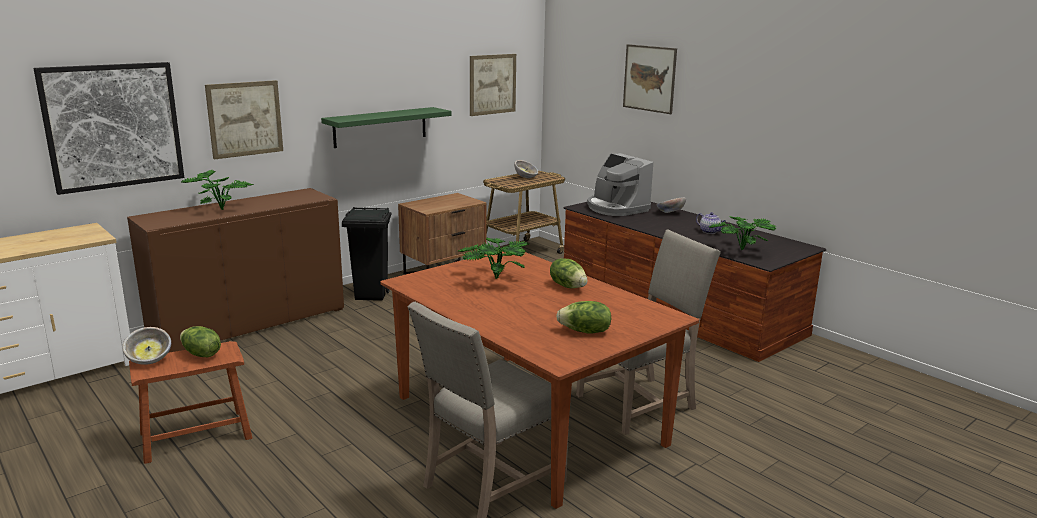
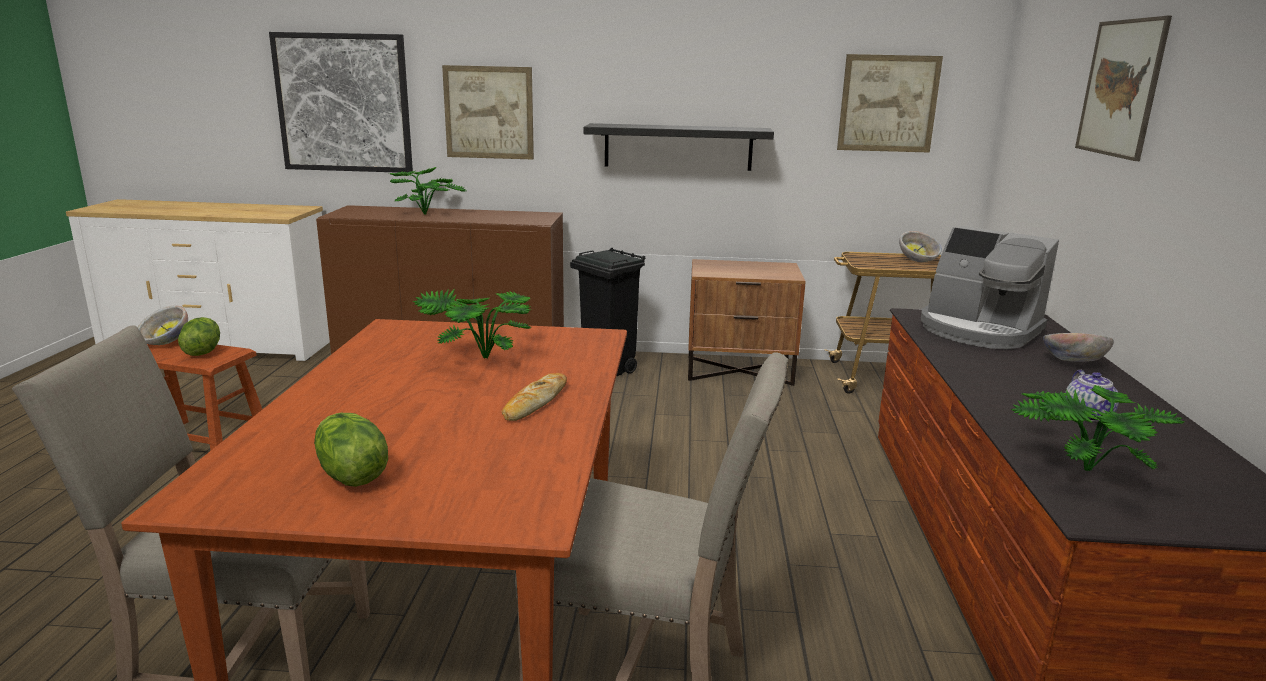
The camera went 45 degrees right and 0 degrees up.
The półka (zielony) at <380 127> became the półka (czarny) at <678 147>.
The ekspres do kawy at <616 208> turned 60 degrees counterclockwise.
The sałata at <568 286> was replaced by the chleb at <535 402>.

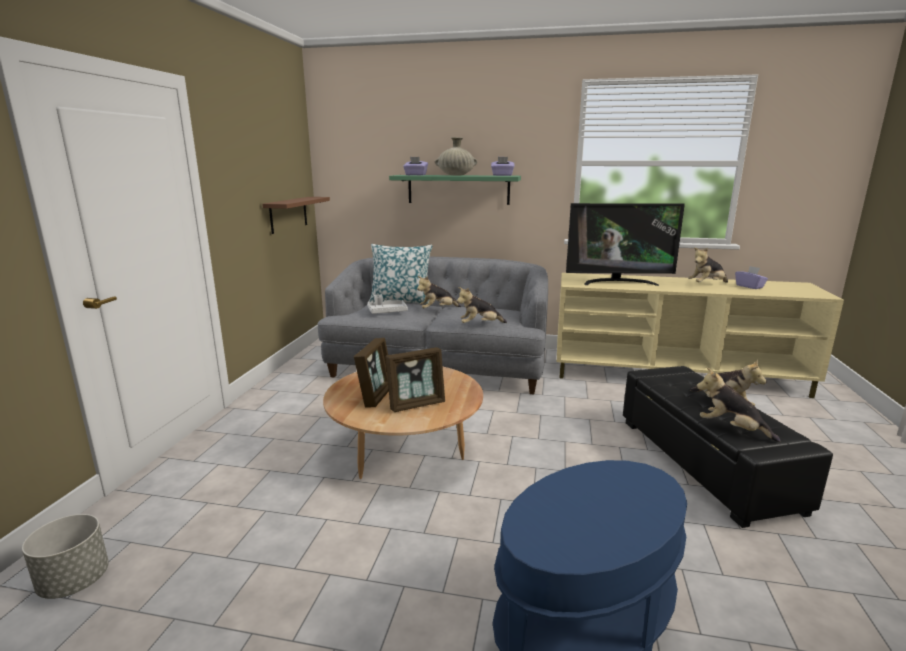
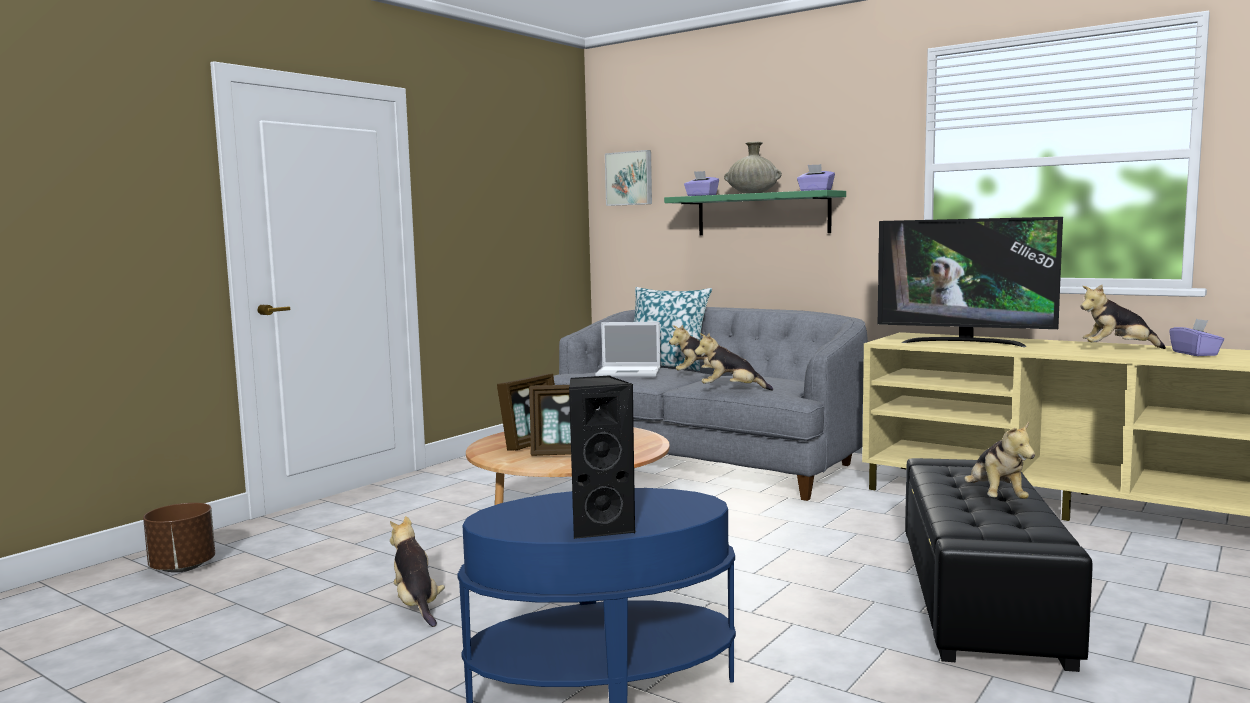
The camera went 25 degrees right and 10 degrees down.
The półka (brązowy) at <288 214> disappeared.
The taca (szary) at <387 312> was replaced by the laptop at <630 372>.
The pluszak moved from <731 429> to <416 605>.
The donica (szary) at <74 582> became the donica (brązowy) at <182 567>.
The obraz at <630 178> appeared.
The głośnik (czarny) at <600 527> appeared.

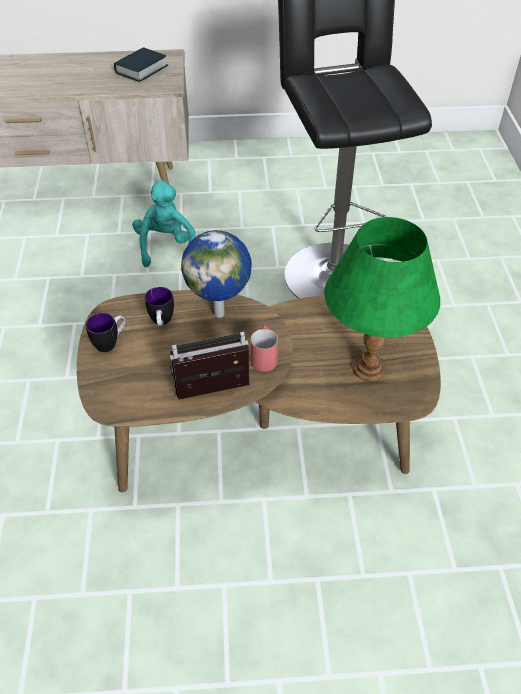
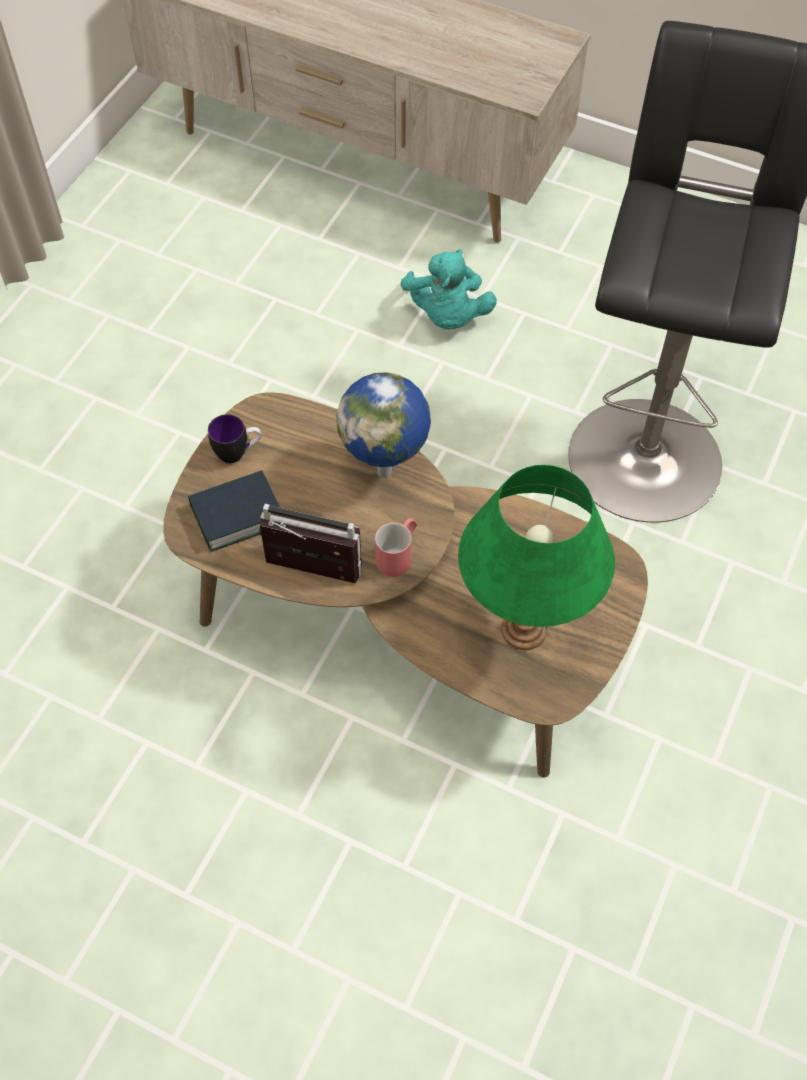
The camera went 30 degrees right and 10 degrees up.
The książka moved from <141 69> to <237 515>.
The pluszak (turkusowy) at <166 247> turned 150 degrees clockwise.
The kubek at <161 323> disappeared.

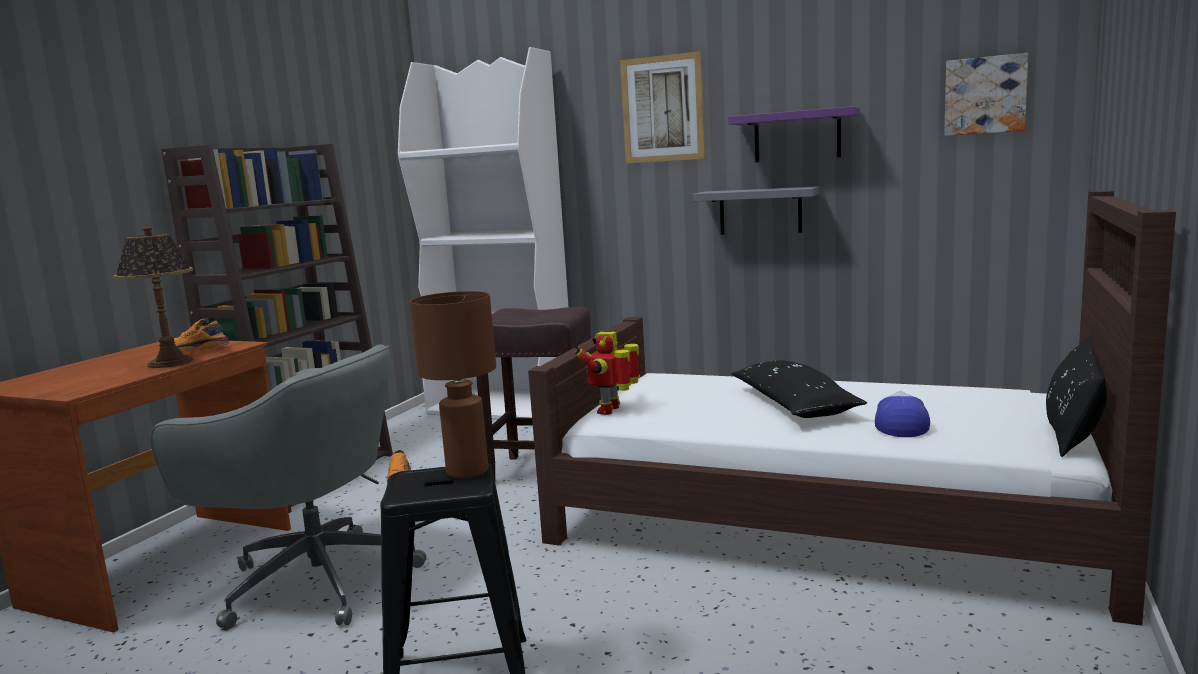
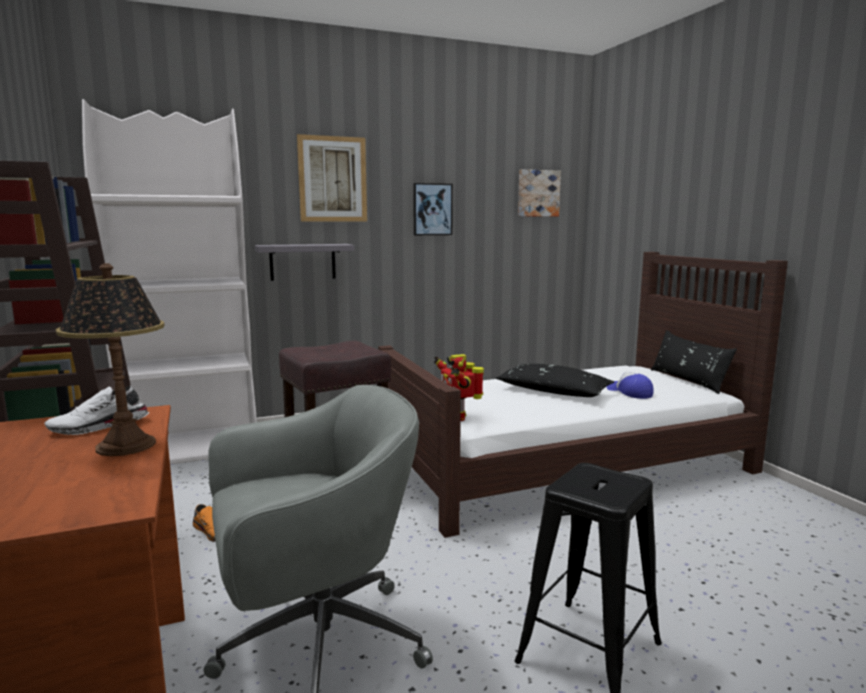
The camera went 45 degrees left and 0 degrees up.
The półka (fioletowy) at <797 136> was replaced by the obraz at <432 209>.
The półka (szary) moved from <760 211> to <302 262>.
The lampa stołowa (brązowy) at <466 472> disappeared.
The but (pomarańczowy) at <196 350> became the but (biały) at <99 427>.

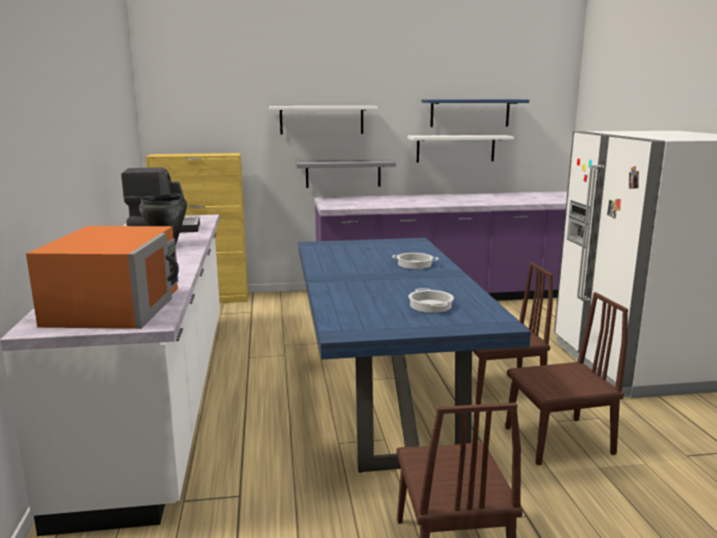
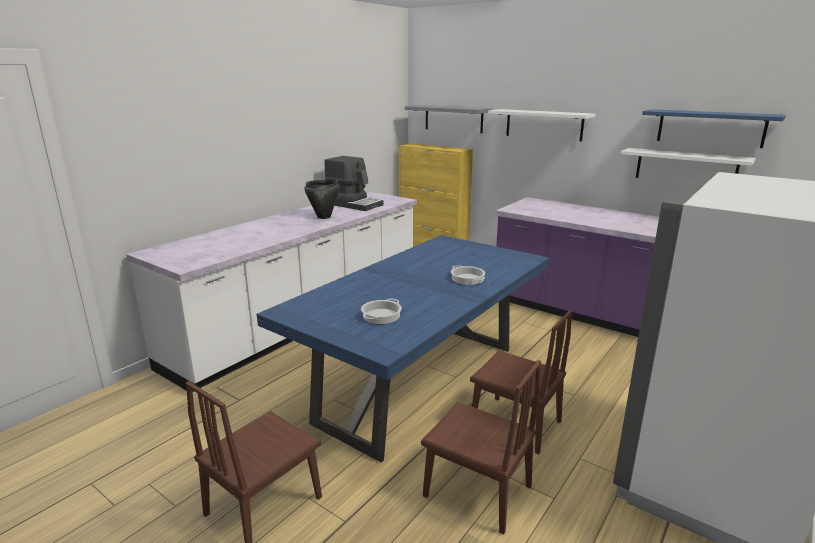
The camera went 45 degrees right and 5 degrees up.
The półka (szary) moved from <343 173> to <453 118>.
The mikrofalówka (pomarańczowy) at <116 306> disappeared.

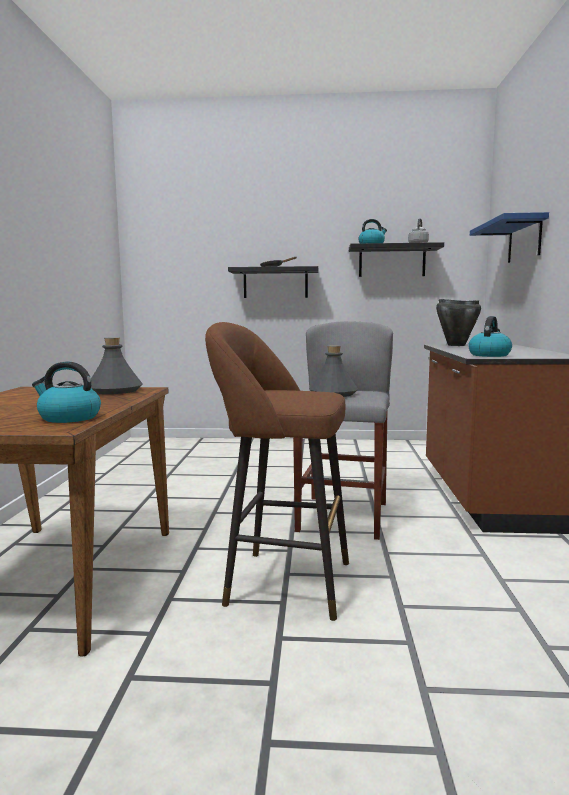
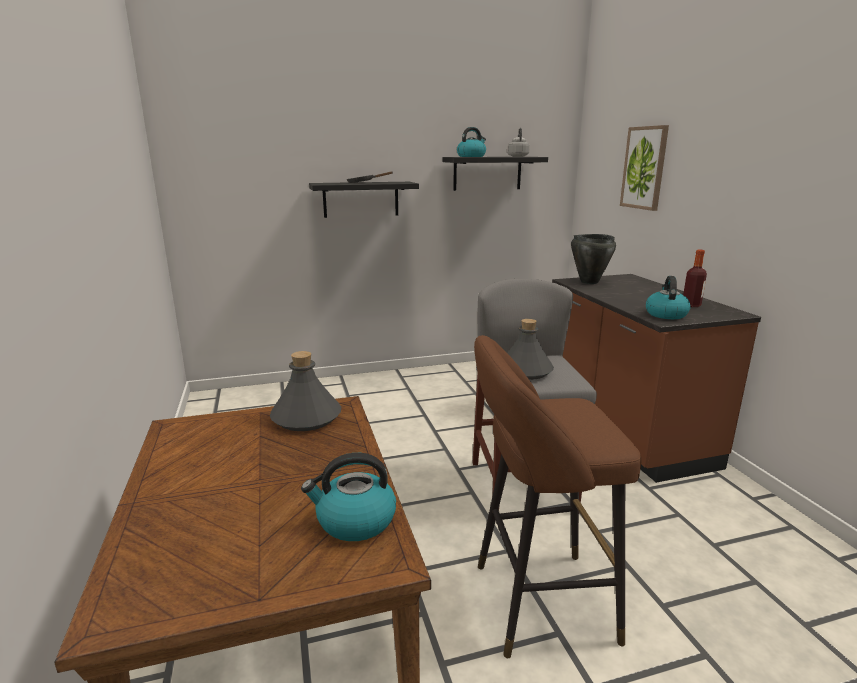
The camera went 20 degrees left and 10 degrees up.
The półka (niebieski) at <524 240> was replaced by the obraz at <644 168>.
The butelka at <691 305> appeared.

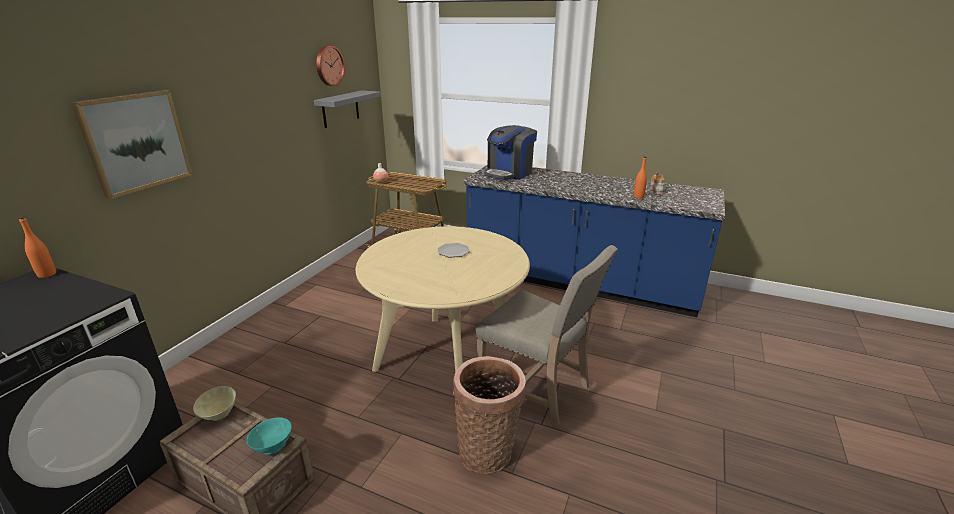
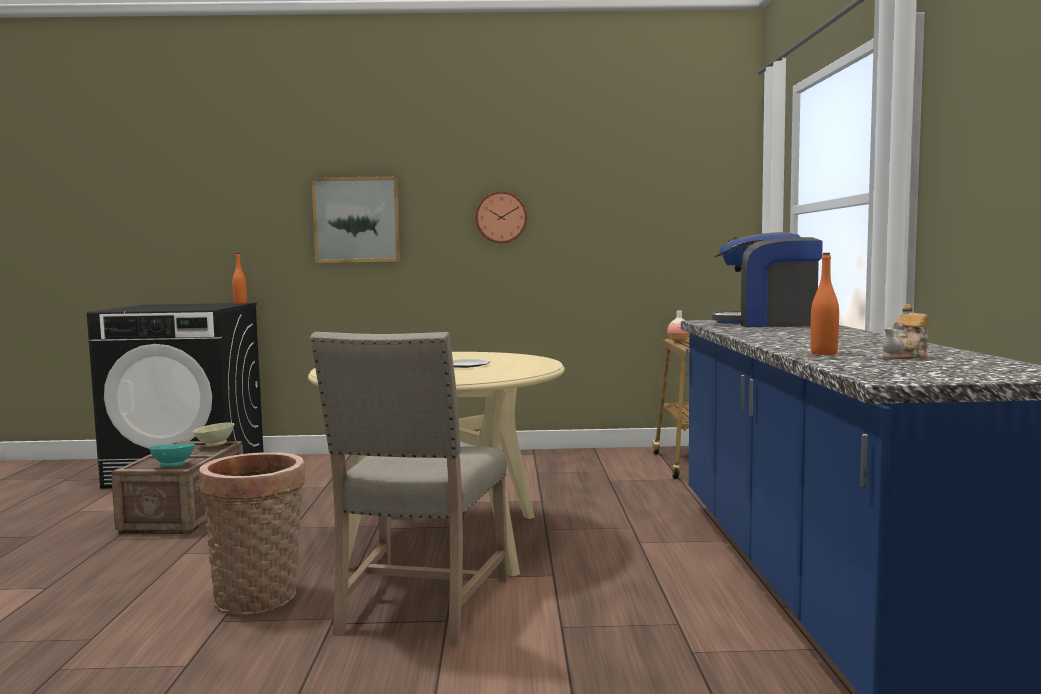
The camera went 65 degrees right and 20 degrees down.
The zegar ścienny moved from <329 66> to <501 217>.
The półka (szary) at <340 109> disappeared.

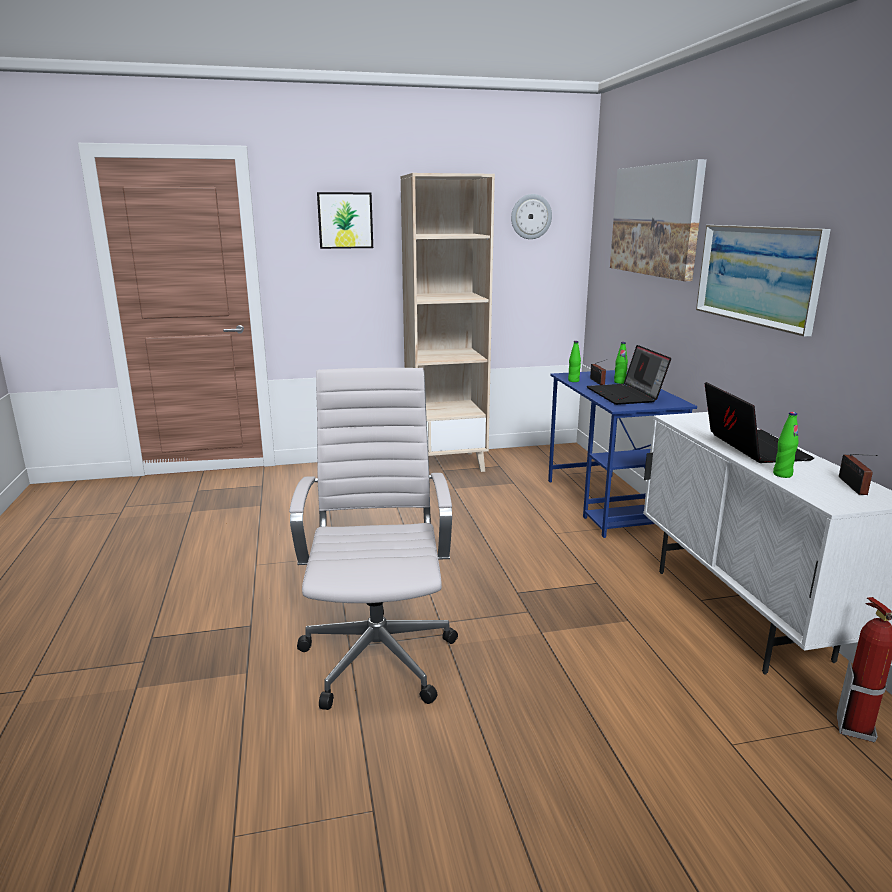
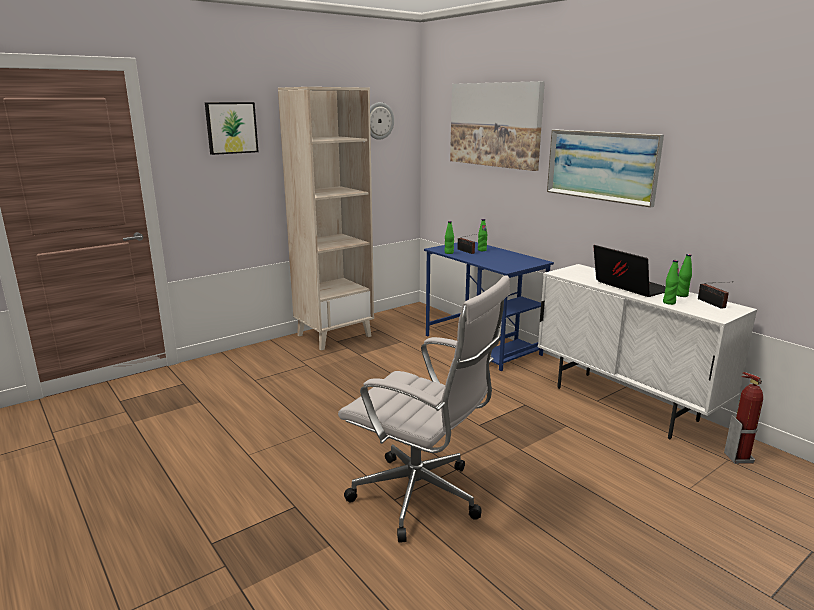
The camera went 25 degrees left and 0 degrees up.
The laptop at <626 395> disappeared.
The krzesło biurowe (biały) at <378 654> turned 150 degrees clockwise.
The butelka (zielony) at <682 295> appeared.

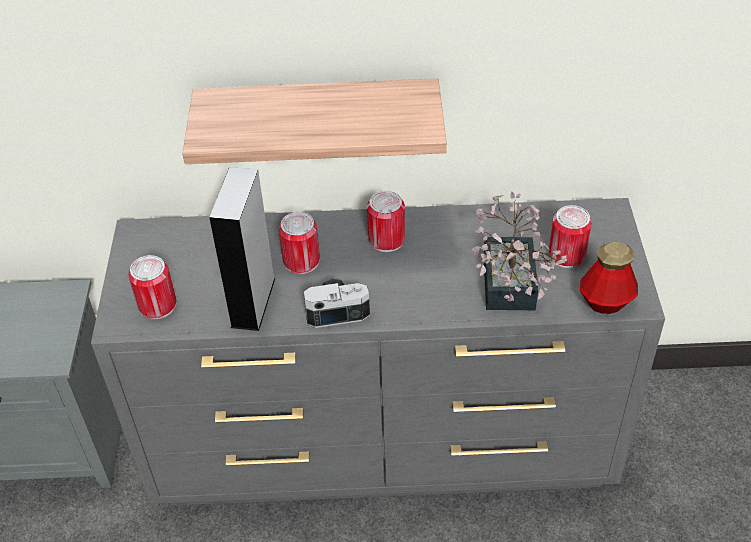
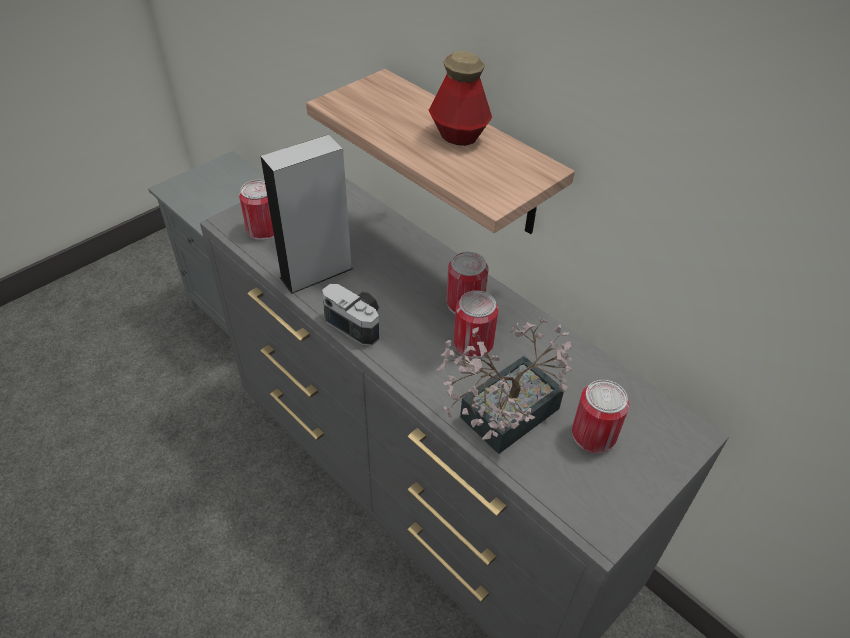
The camera went 45 degrees right and 0 degrees up.
The puszka moved from <301 261> to <473 343>.
The butelka moved from <605 302> to <458 135>.

